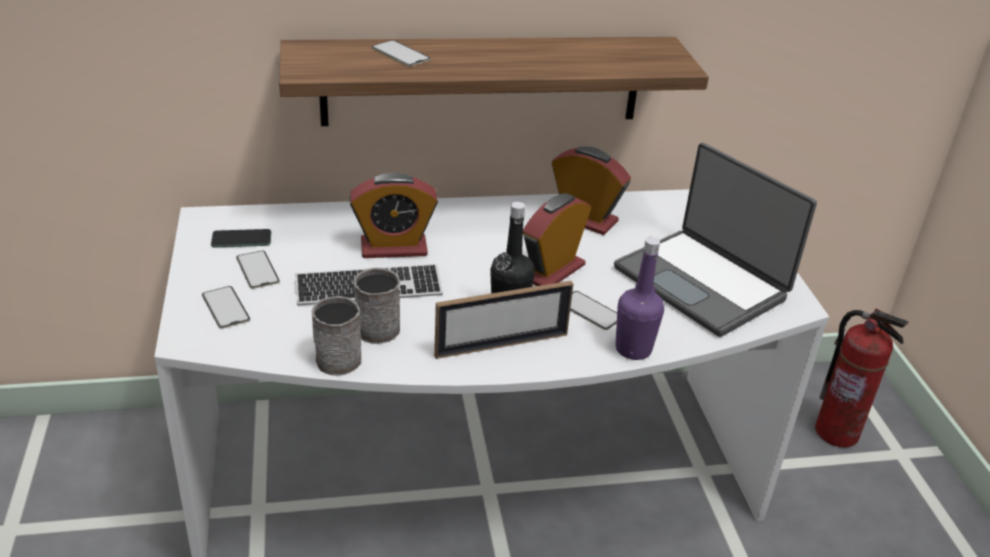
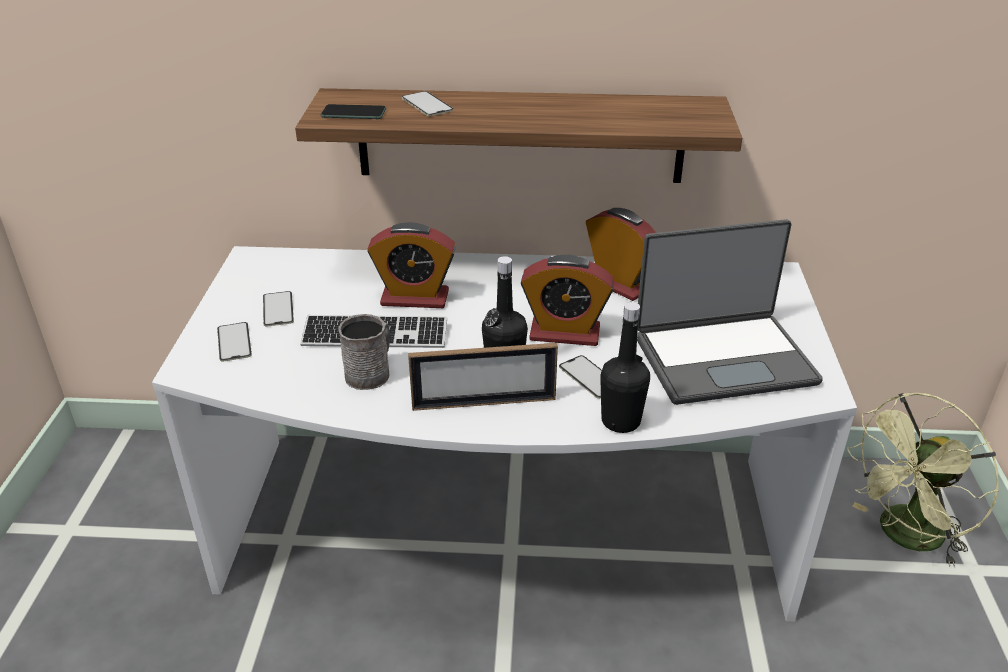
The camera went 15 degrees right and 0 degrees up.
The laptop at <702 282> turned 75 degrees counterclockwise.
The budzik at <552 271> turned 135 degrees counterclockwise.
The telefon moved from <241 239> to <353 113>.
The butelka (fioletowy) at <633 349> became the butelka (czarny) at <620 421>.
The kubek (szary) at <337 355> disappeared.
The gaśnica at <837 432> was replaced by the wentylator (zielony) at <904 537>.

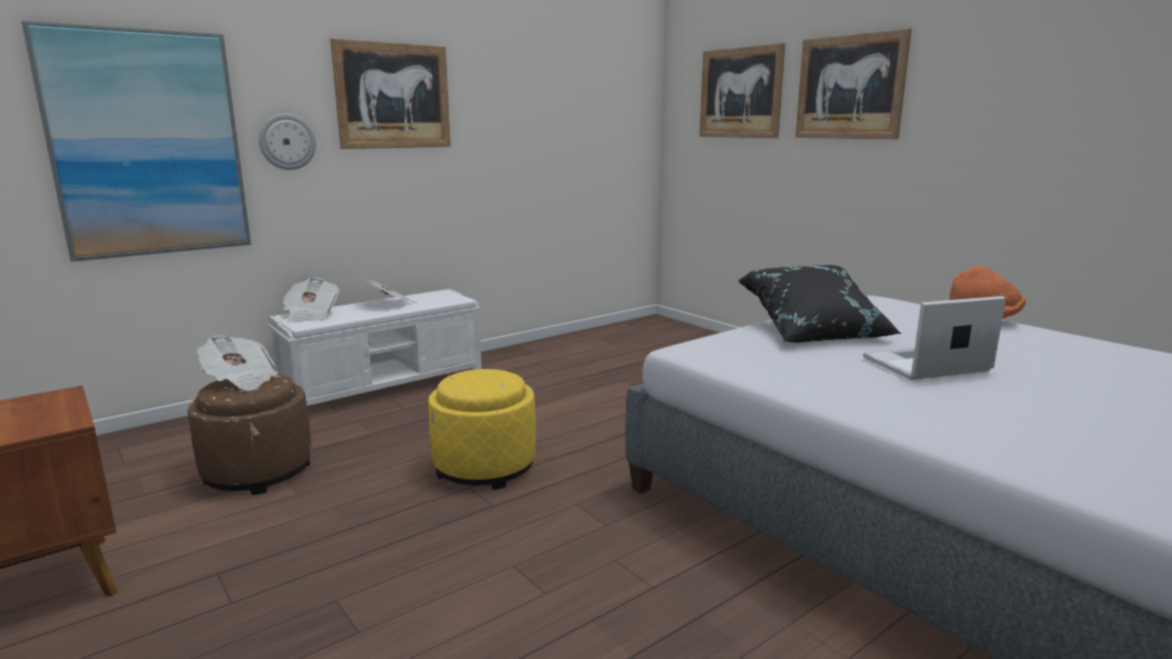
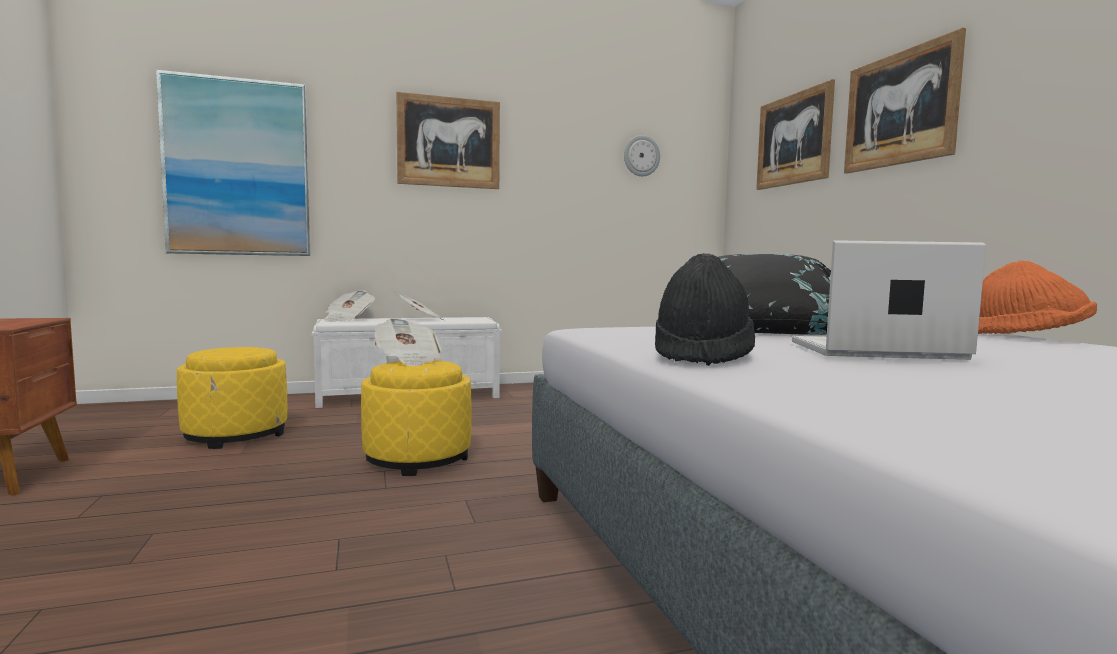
The camera went 20 degrees right and 10 degrees down.
The zegar ścienny moved from <287 141> to <641 156>.
The gazeta moved from <240 380> to <408 360>.
The pufa (brązowy) at <258 472> became the pufa (żółty) at <236 435>.
The kapelusz (czarny) at <702 355> appeared.

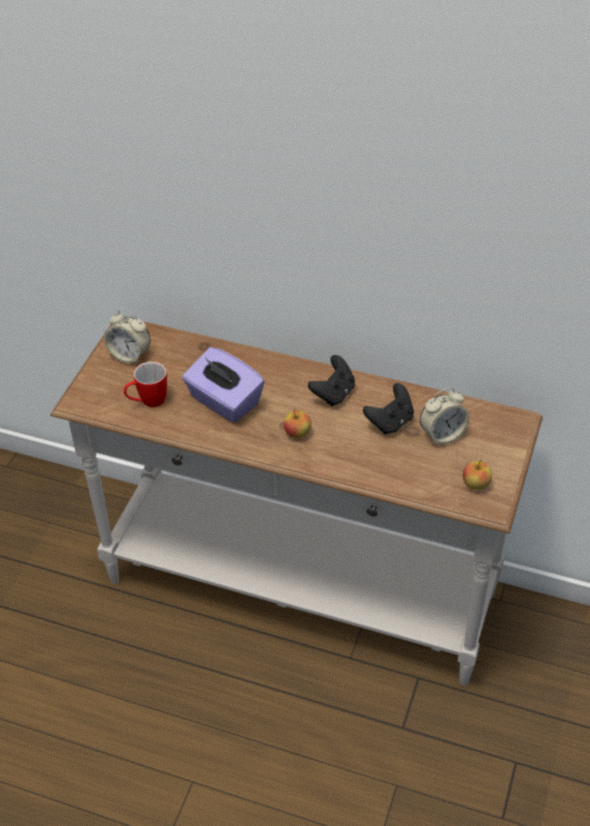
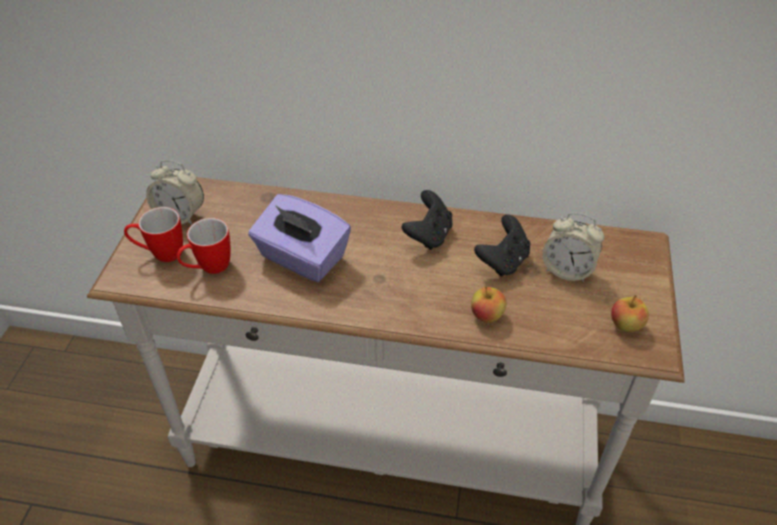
The camera went 10 degrees left and 0 degrees up.
The budzik at <442 435> turned 60 degrees clockwise.
The jabłko moved from <297 433> to <486 315>.
The kubek at <160 254> appeared.

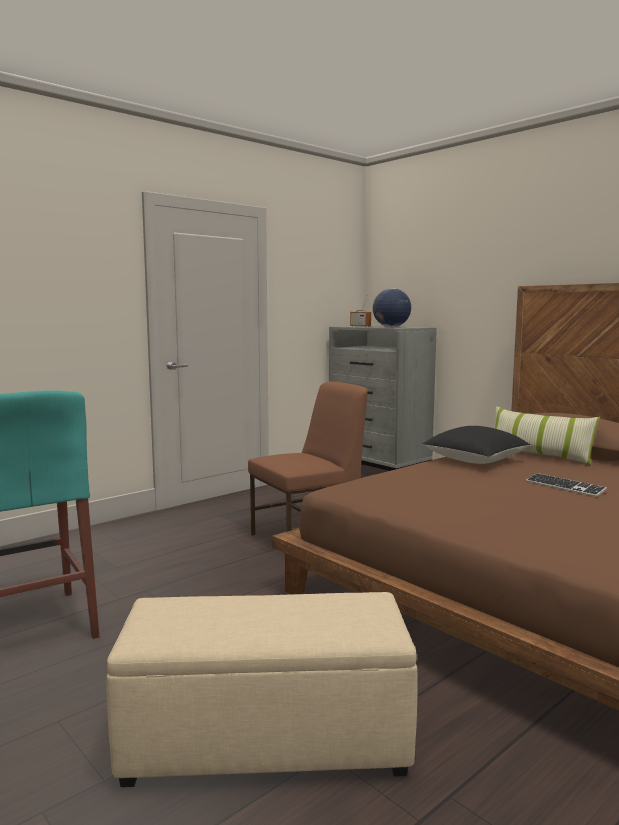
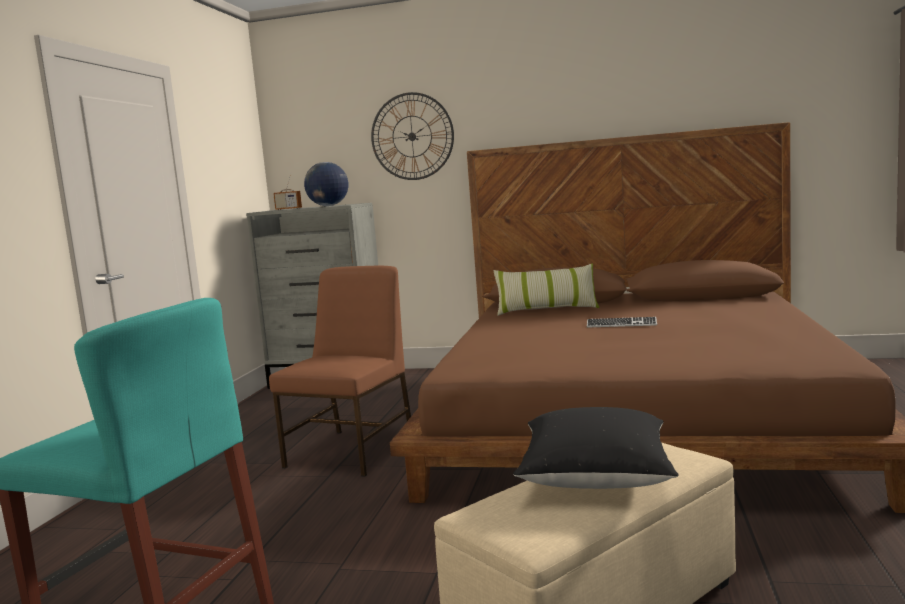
The camera went 35 degrees left and 0 degrees up.
The poduszka (czarny) moved from <475 461> to <595 477>.
The zegar ścienny at <412 136> appeared.

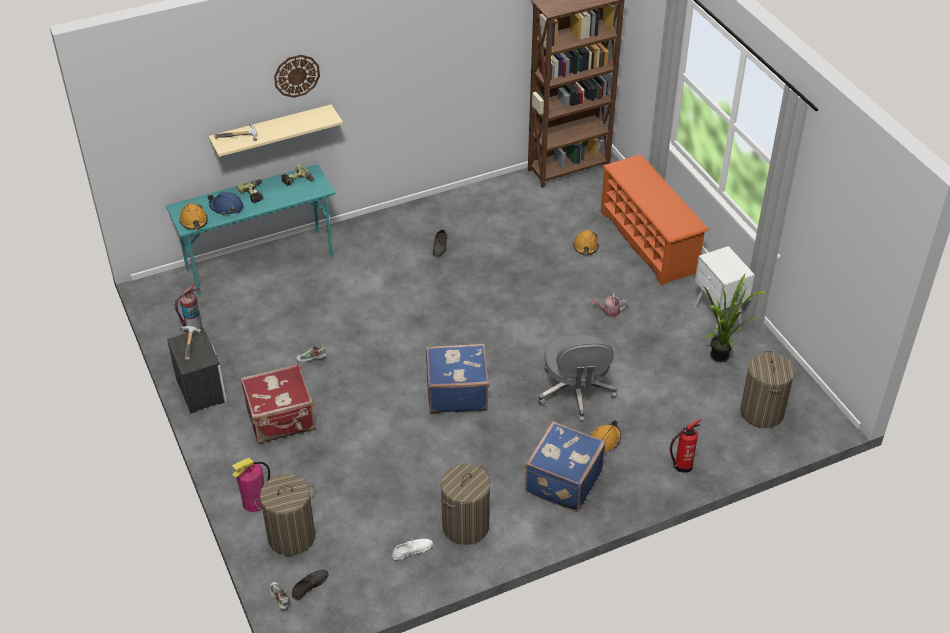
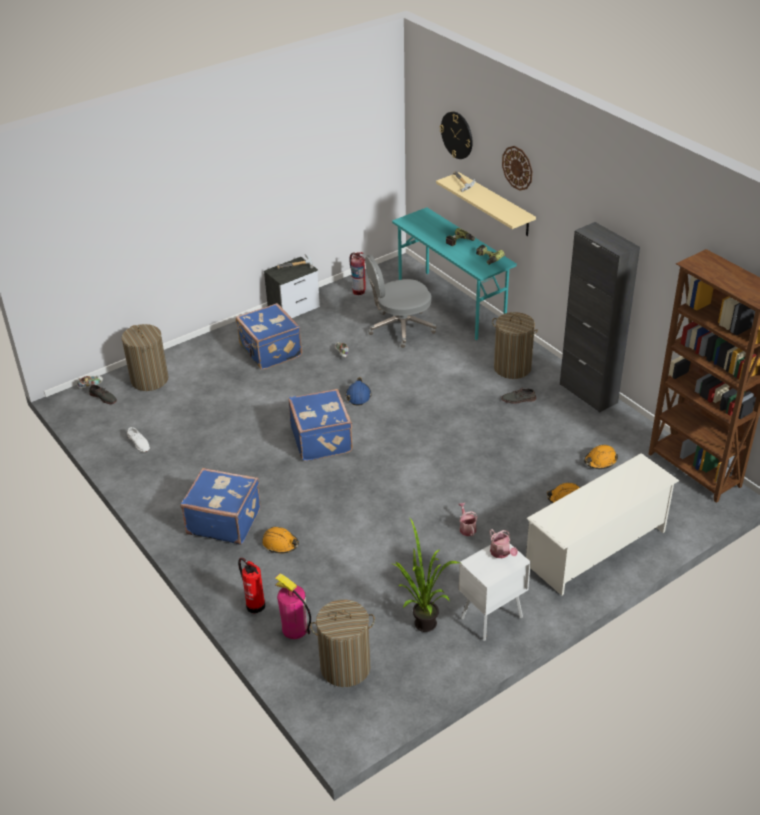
The camera went 80 degrees right and 5 degrees down.
The regał na buty (pomarańczowy) at <649 242> became the regał na buty (biały) at <596 548>.
The kask (niebieski) moved from <226 207> to <358 396>.
The kask (pomarańczowy) moved from <194 221> to <600 461>.
The krzesło biurowe (szary) moved from <575 393> to <400 328>.
The walizka (czerwony) at <281 420> became the walizka (niebieski) at <269 352>.
The gaśnica moved from <254 502> to <294 629>.
The kosz na pranie moved from <465 526> to <512 368>.
The zegar ścienny at <457 135> appeared.
The szafka (czarny) at <588 393> appeared.
The konewka at <501 553> appeared.

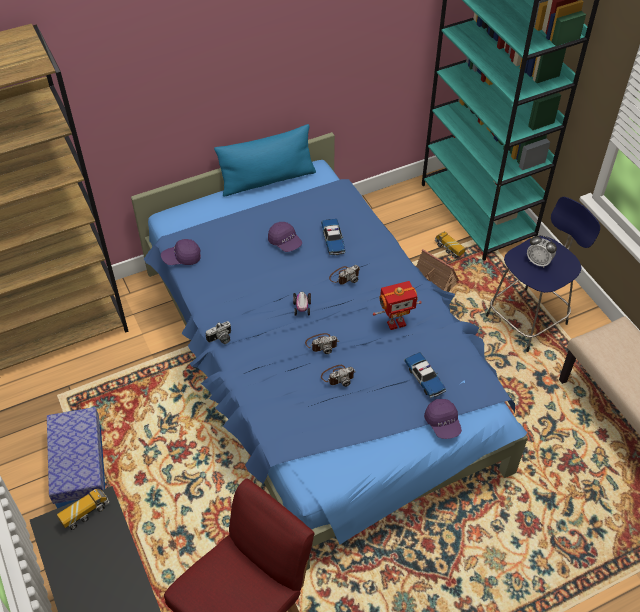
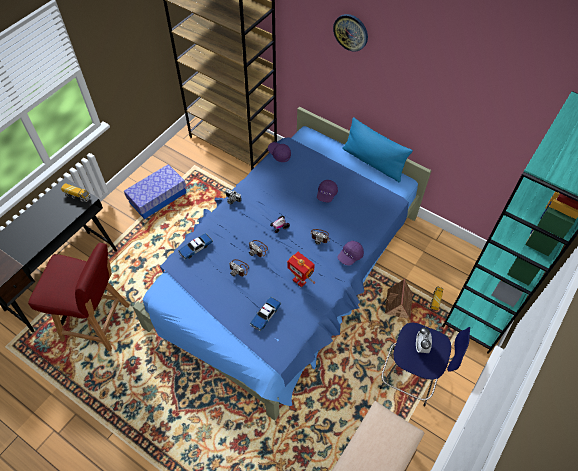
The camera went 60 degrees right and 5 degrees up.
The samochodzik moved from <333 240> to <196 248>.
The czapka z daszkiem (fioletowy) moved from <443 423> to <350 256>.
The zegar ścienny at <351 32> appeared.

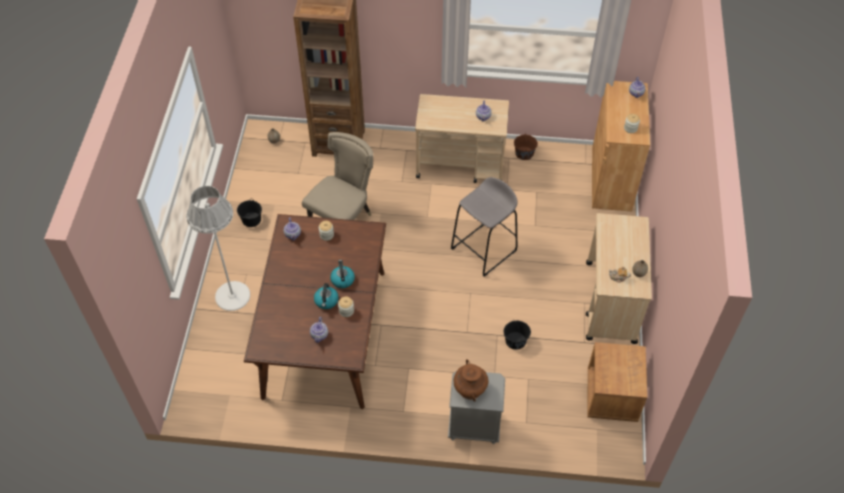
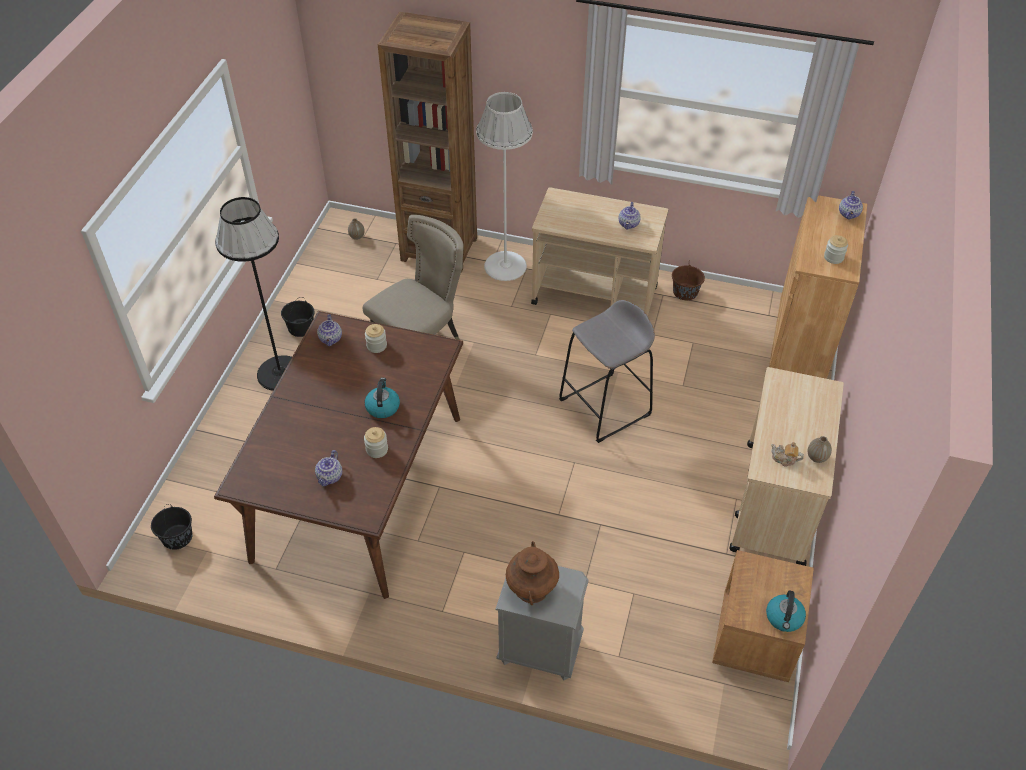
The camera went 10 degrees right and 5 degrees down.
The lampa stojąca (biały) moved from <232 295> to <505 265>.
The czajnik moved from <326 301> to <784 618>.
The wiadro (czarny) moved from <515 341> to <177 537>.
The lampa stojąca (czarny) at <280 373> appeared.

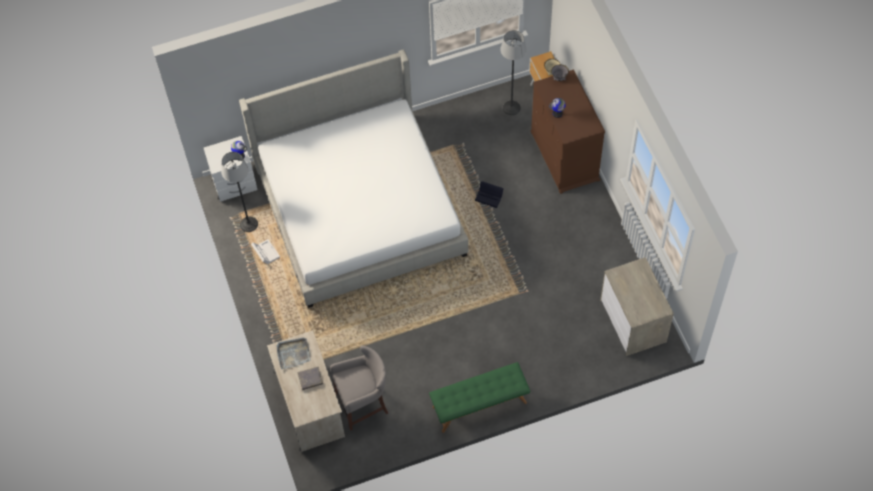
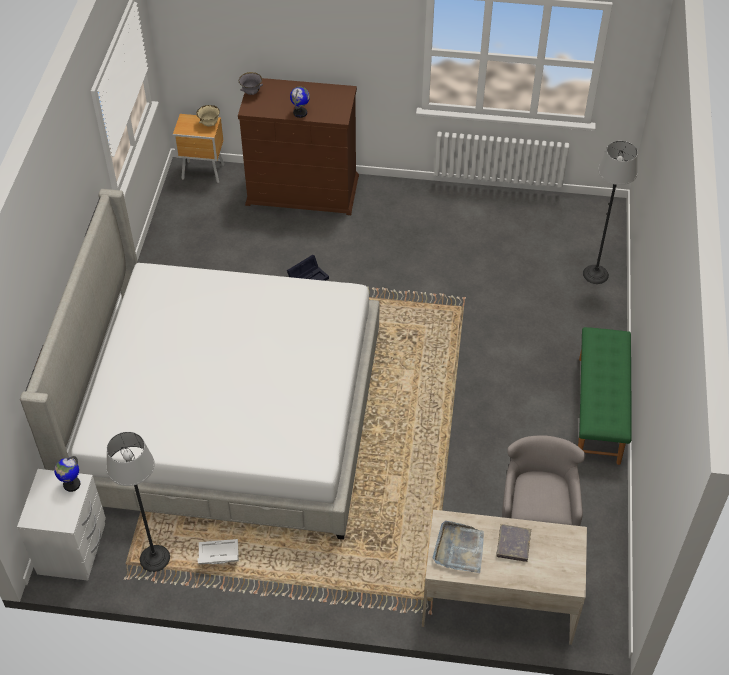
The camera went 65 degrees left and 10 degrees down.
The lampa stojąca moved from <511 108> to <595 274>.
The komoda at <633 321> disappeared.

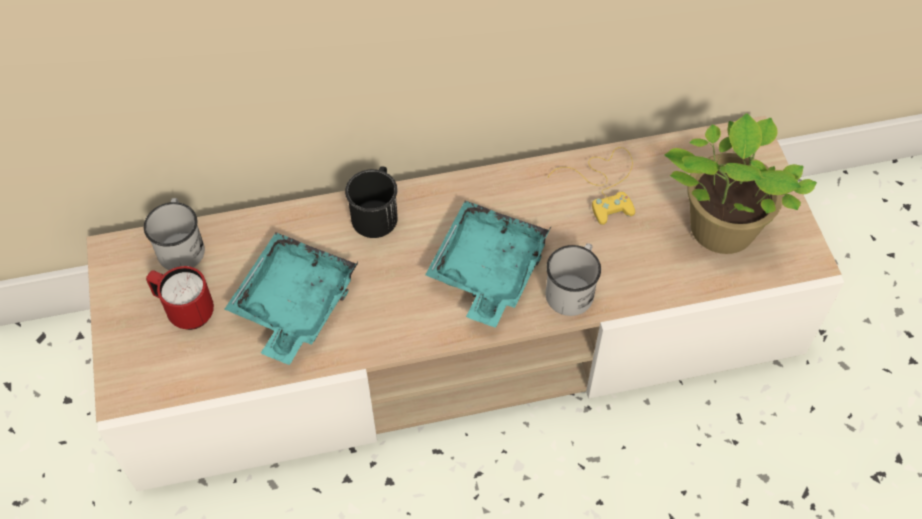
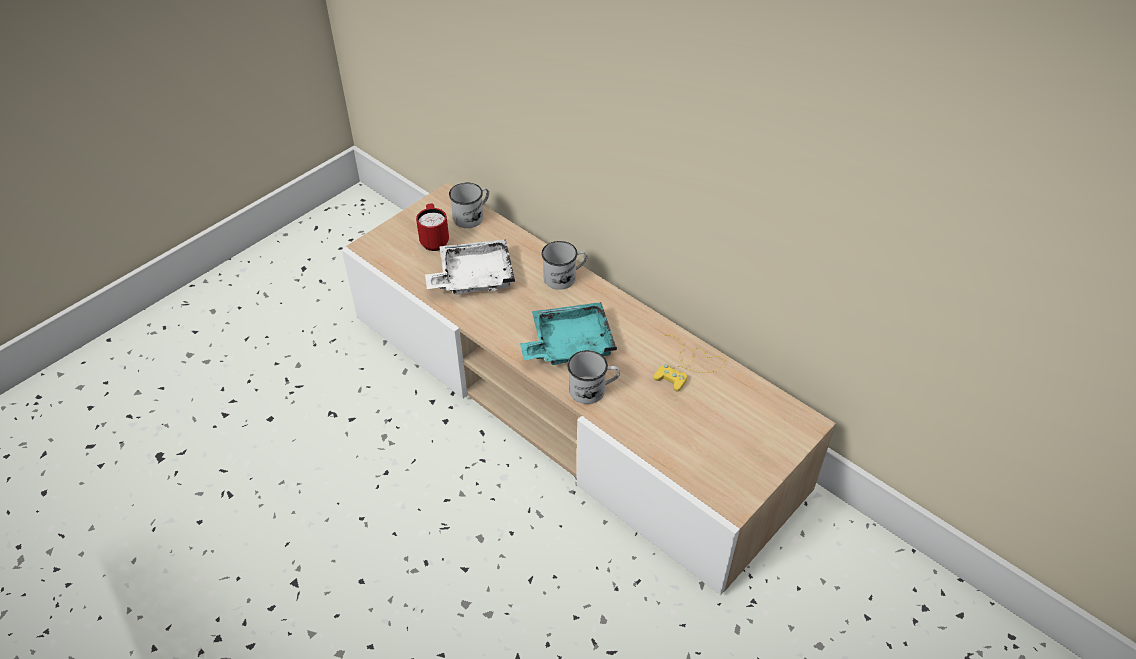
The camera went 55 degrees right and 10 degrees down.
The roślina doniczkowa at <717 231> disappeared.
The kubek (czarny) at <377 213> became the kubek (biały) at <565 277>.
The taca (turkusowy) at <293 305> became the taca (biały) at <473 277>.

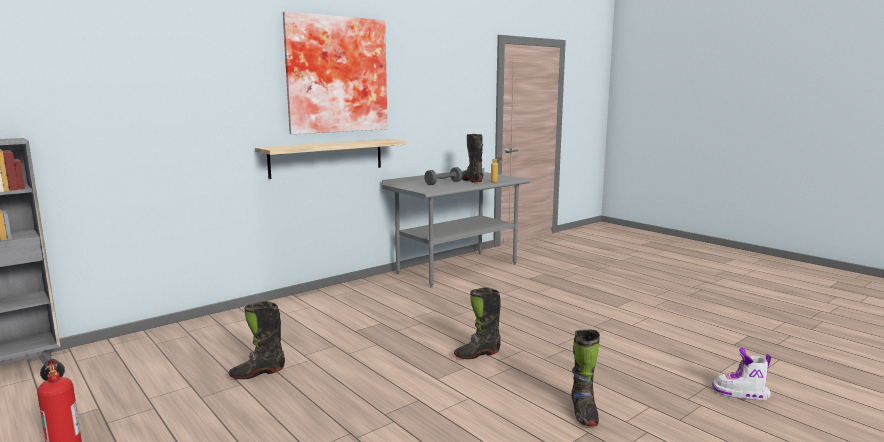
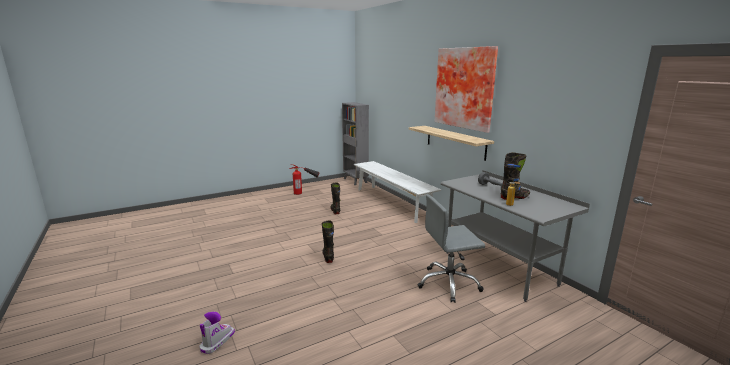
The camera went 100 degrees right and 5 degrees up.
The but z cholewką (czarny) at <583 413> disappeared.
The ławka (biały) at <392 202> appeared.
The krzesło biurowe (szary) at <449 284> appeared.

